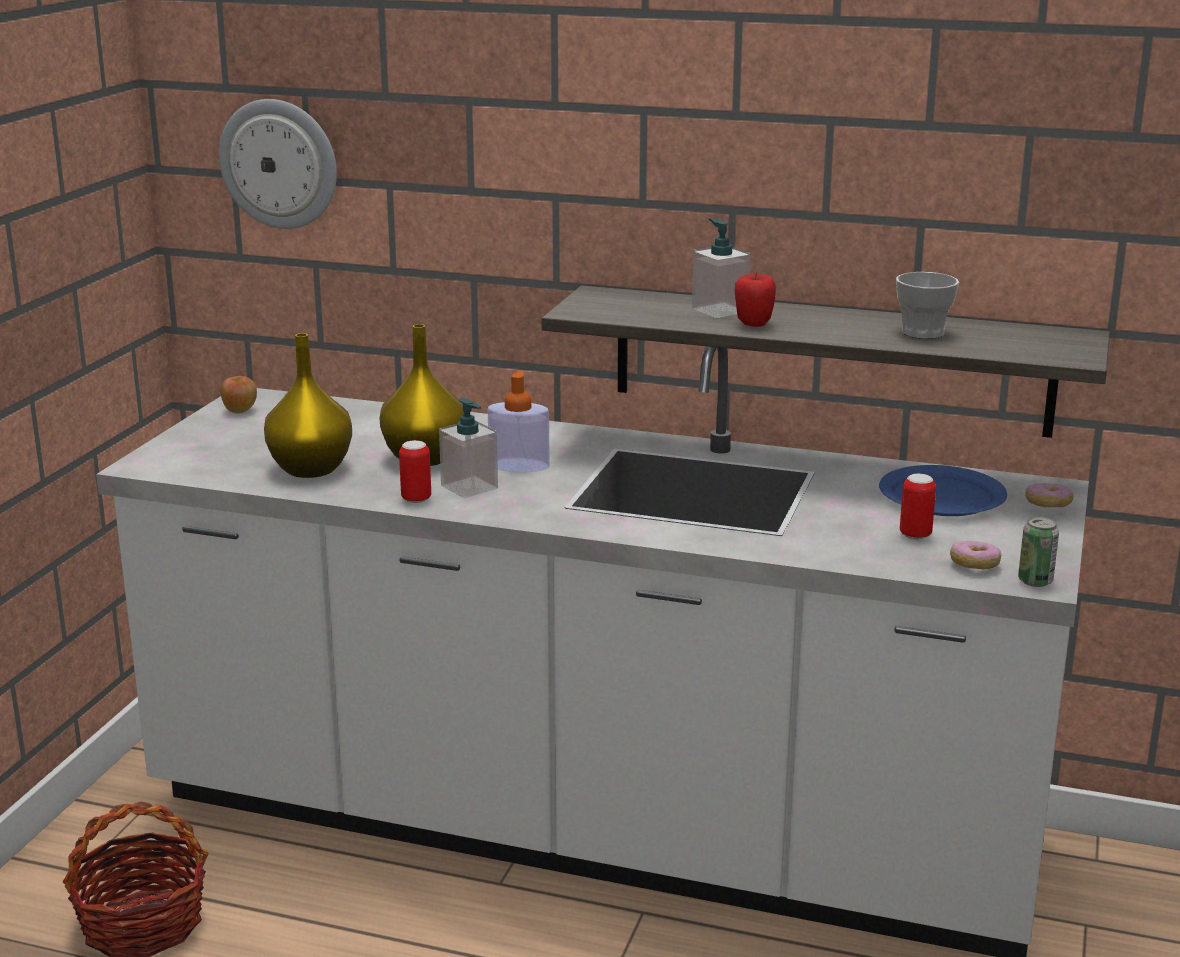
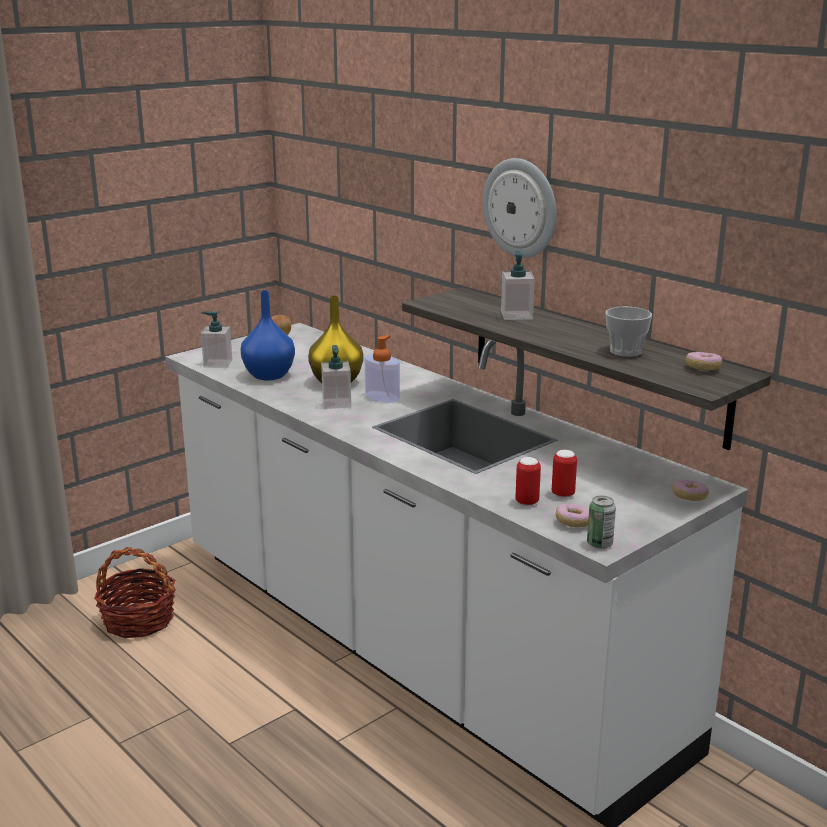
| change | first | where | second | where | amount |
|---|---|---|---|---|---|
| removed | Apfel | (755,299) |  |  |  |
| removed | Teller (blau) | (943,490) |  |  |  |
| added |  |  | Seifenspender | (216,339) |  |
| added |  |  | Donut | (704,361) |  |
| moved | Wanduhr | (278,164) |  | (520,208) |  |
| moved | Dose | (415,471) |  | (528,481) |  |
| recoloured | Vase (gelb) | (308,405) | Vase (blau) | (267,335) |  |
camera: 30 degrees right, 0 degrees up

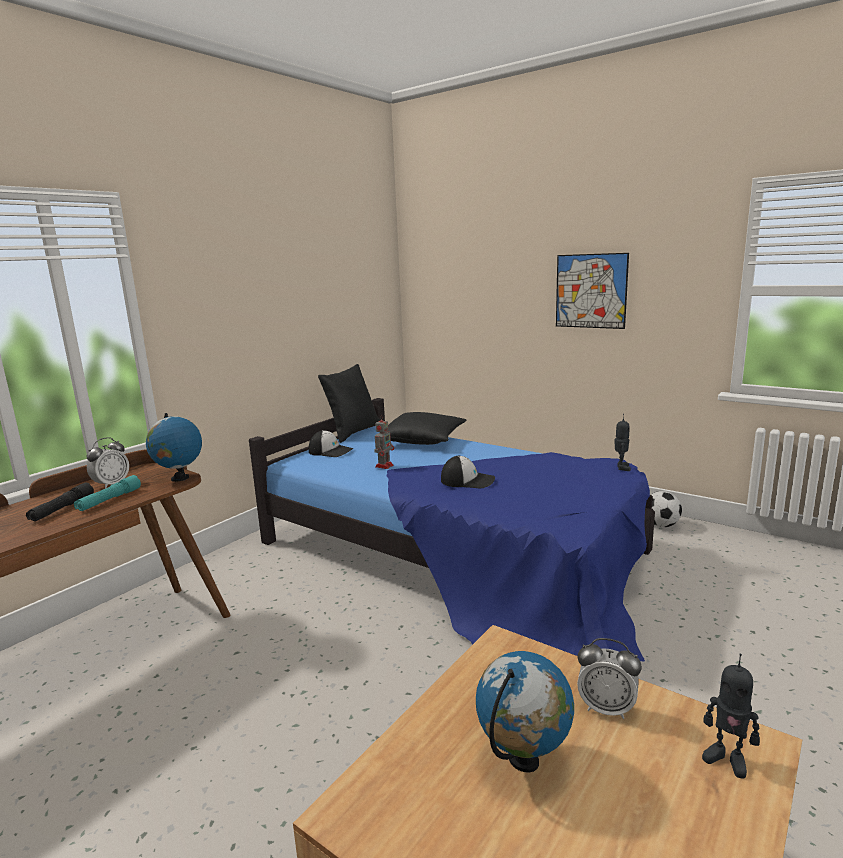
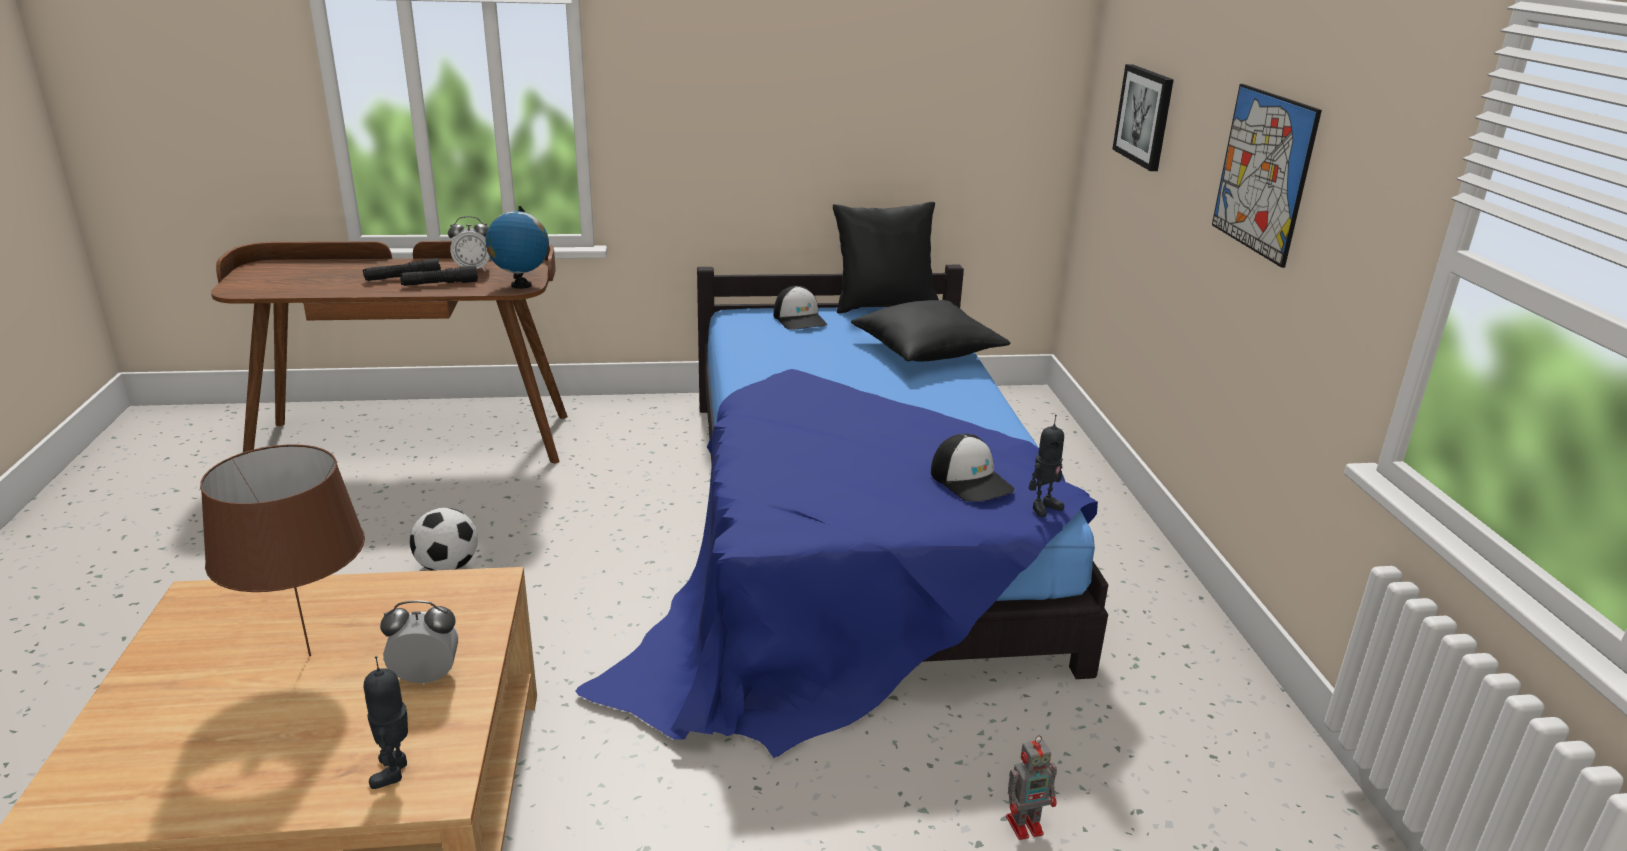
| change | first | where | second | where | amount |
|---|---|---|---|---|---|
| added |  |  | Bild | (1143,117) |  |
| moved | Spielzeugroboter | (384,442) |  | (1031,787) |  |
| moved | Kappe | (468,472) |  | (973,467) |  |
| moved | Fußball | (666,509) |  | (444,539) |  |
| replaced | Globus | (525,712) | Tischlampe (braun) | (282,550) |  |
| recoloured | Taschenlampe (türkis) | (107,493) | Taschenlampe (schwarz) | (439,275) |  |
| turned | Wecker | (609,678) |  | (419,642) | 105 degrees clockwise |
camera: 45 degrees right, 10 degrees up

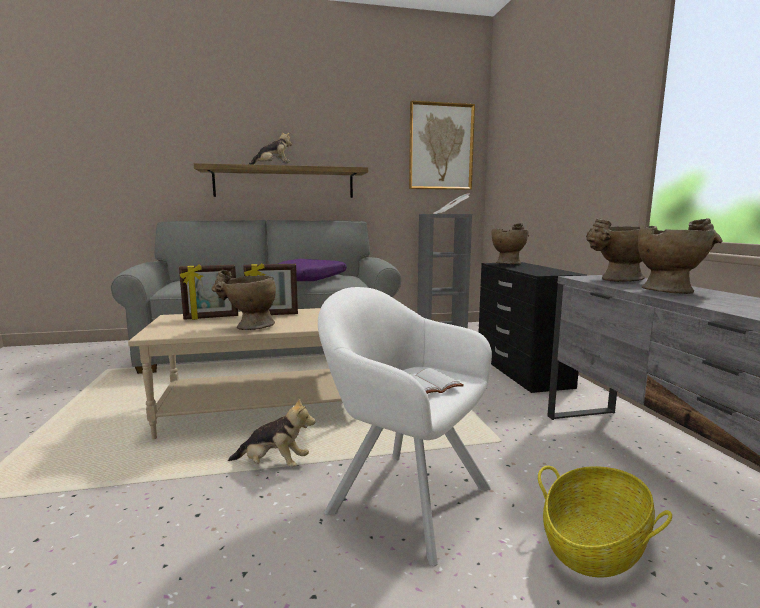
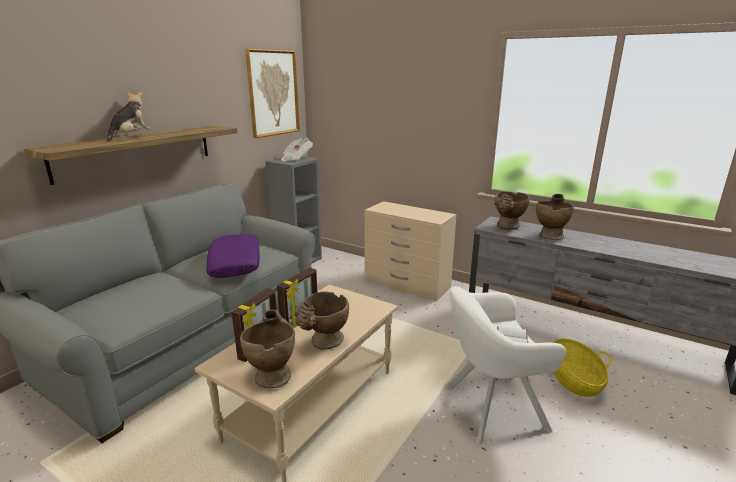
| change | first | where | second | where | amount |
|---|---|---|---|---|---|
| removed | Plüschtier | (271,432) |  |  |  |
| moved | Vase (beige) | (510,243) |  | (267,349) |  |
| recoloured | Kommode (schwarz) | (532,327) | Kommode (beige) | (410,251) |  |
camera: 45 degrees left, 10 degrees up

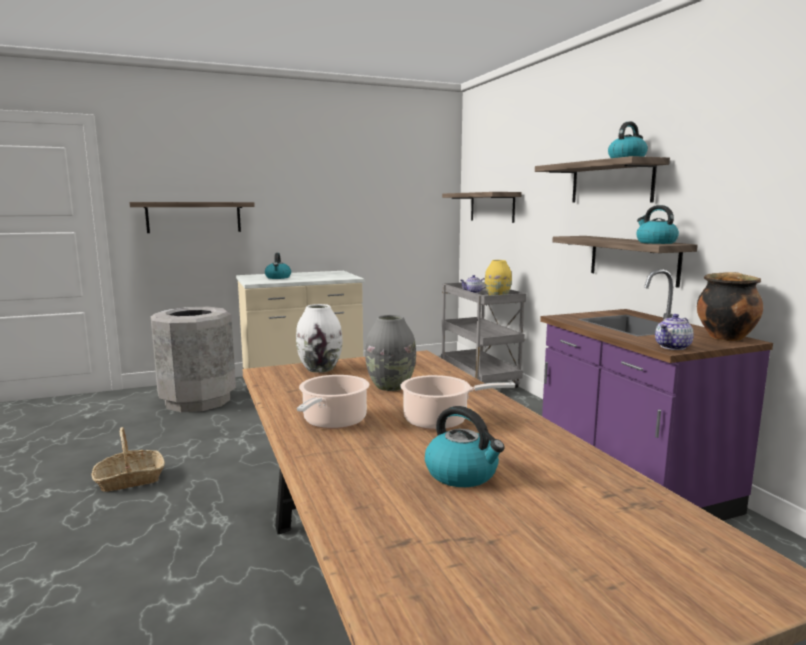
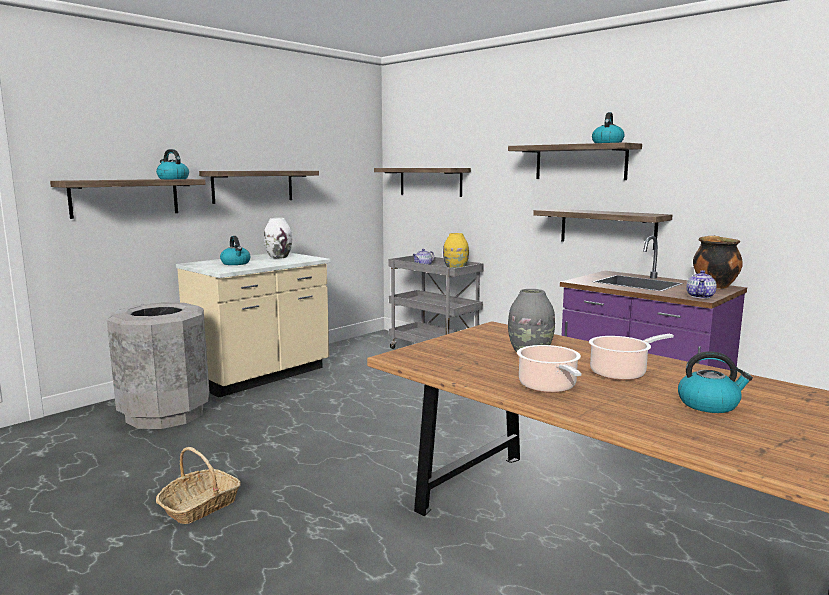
| change | first | where | second | where | amount |
|---|---|---|---|---|---|
| added |  |  | Wandregal | (259,187) |  |
| moved | Vase (weiß) | (319,338) |  | (278,238) |  |
| moved | Wasserkessel | (657,224) |  | (172,164) |  |
camera: 25 degrees left, 0 degrees up

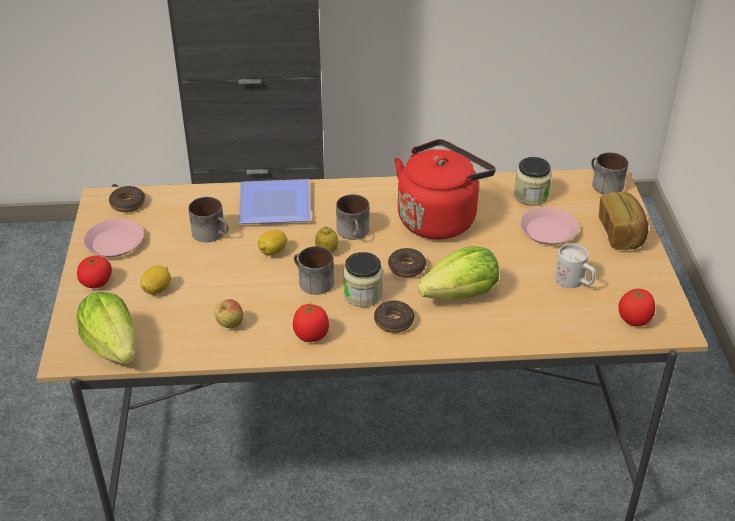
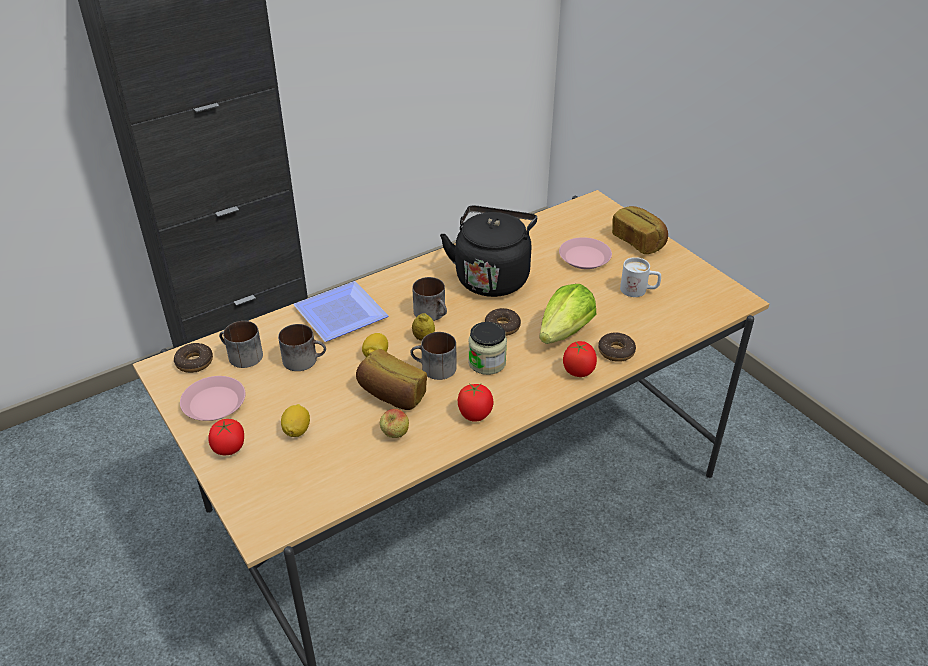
| change | first | where | second | where | amount |
|---|---|---|---|---|---|
| removed | Salatkopf | (105,328) |  |  |  |
| removed | Vorratsglas | (533,181) |  |  |  |
| added |  |  | Brot | (391,379) |  |
| moved | Donut | (394,316) |  | (617,347) |  |
| moved | Henkelbecher | (609,173) |  | (241,344) |  |
| moved | Tomate | (636,307) |  | (580,359) |  |
| recoloured | Wasserkessel (rot) | (445,189) | Wasserkessel (schwarz) | (488,251) |  |
camera: 30 degrees left, 0 degrees up

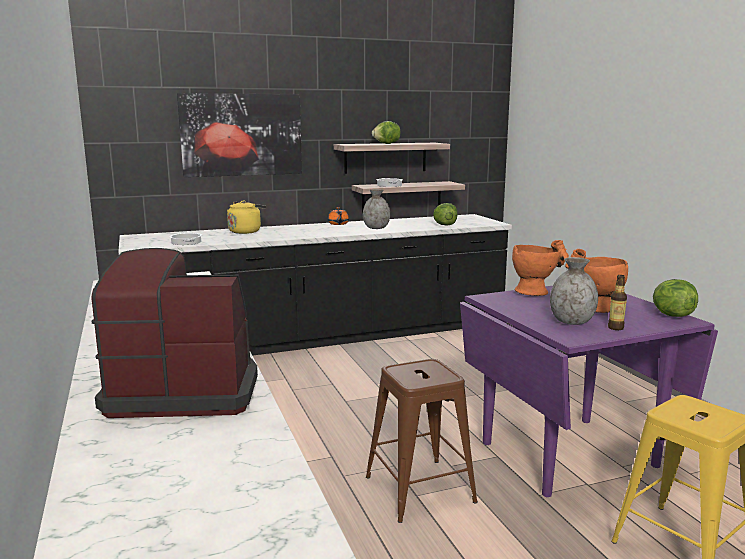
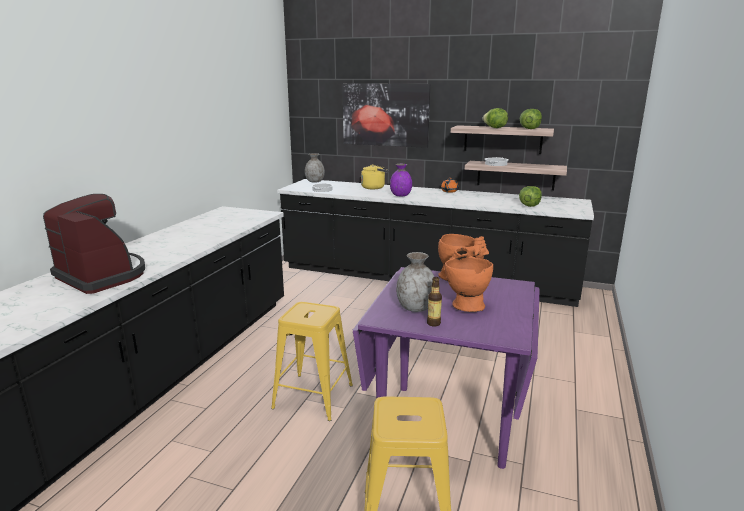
| change | first | where | second | where | amount |
|---|---|---|---|---|---|
| added |  |  | Vase (lila) | (401,180) |  |
| moved | Vase (grau) | (376,209) |  | (315,168) |  |
| moved | Salatkopf | (675,298) |  | (530,119) |  |
| recoloured | Hocker (braun) | (422,441) | Hocker (gelb) | (312,361) |  |
camera: 40 degrees right, 5 degrees up

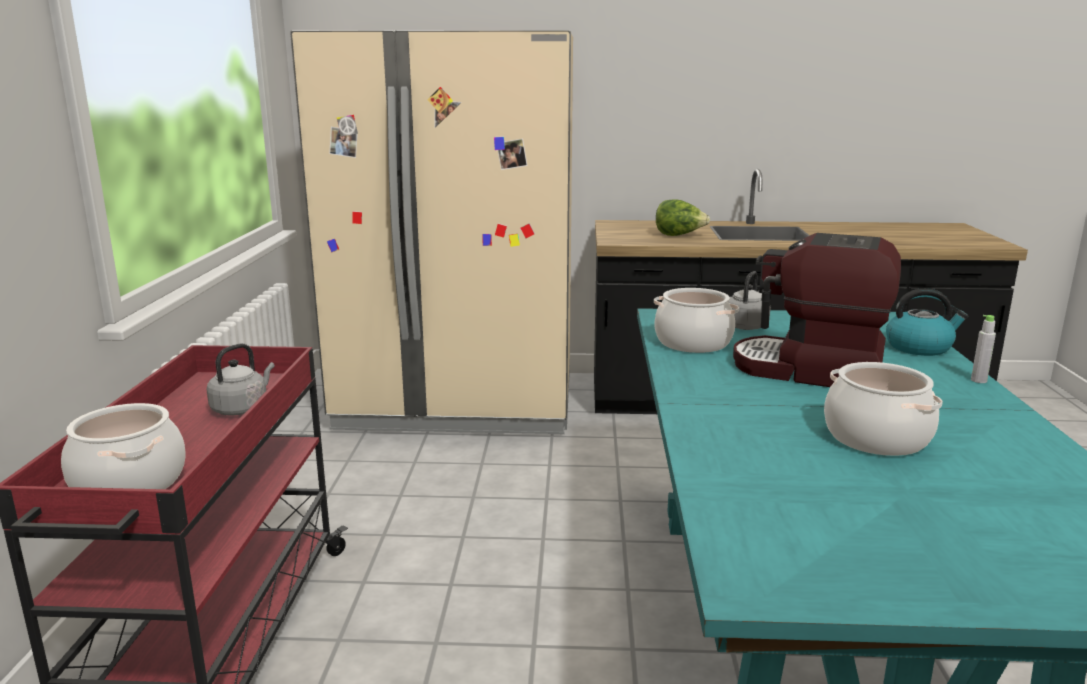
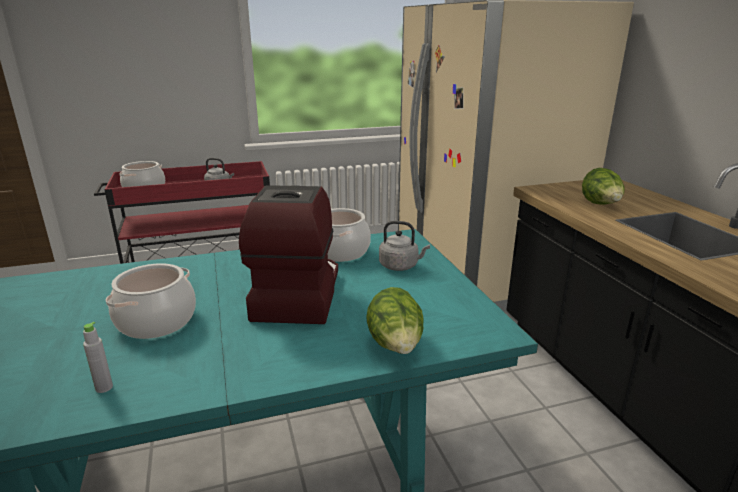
| change | first | where | second | where | amount |
|---|---|---|---|---|---|
| moved | Flasche (grau) | (983,349) |  | (98,357) |  |
| replaced | Wasserkessel | (927,322) | Salatkopf | (395,320) |  |
camera: 70 degrees right, 5 degrees up

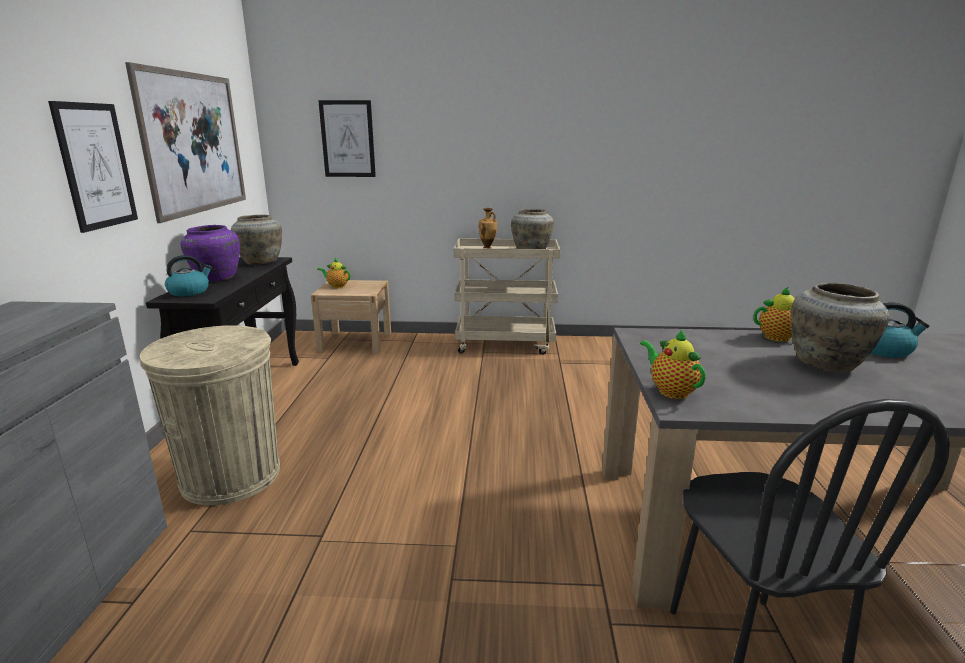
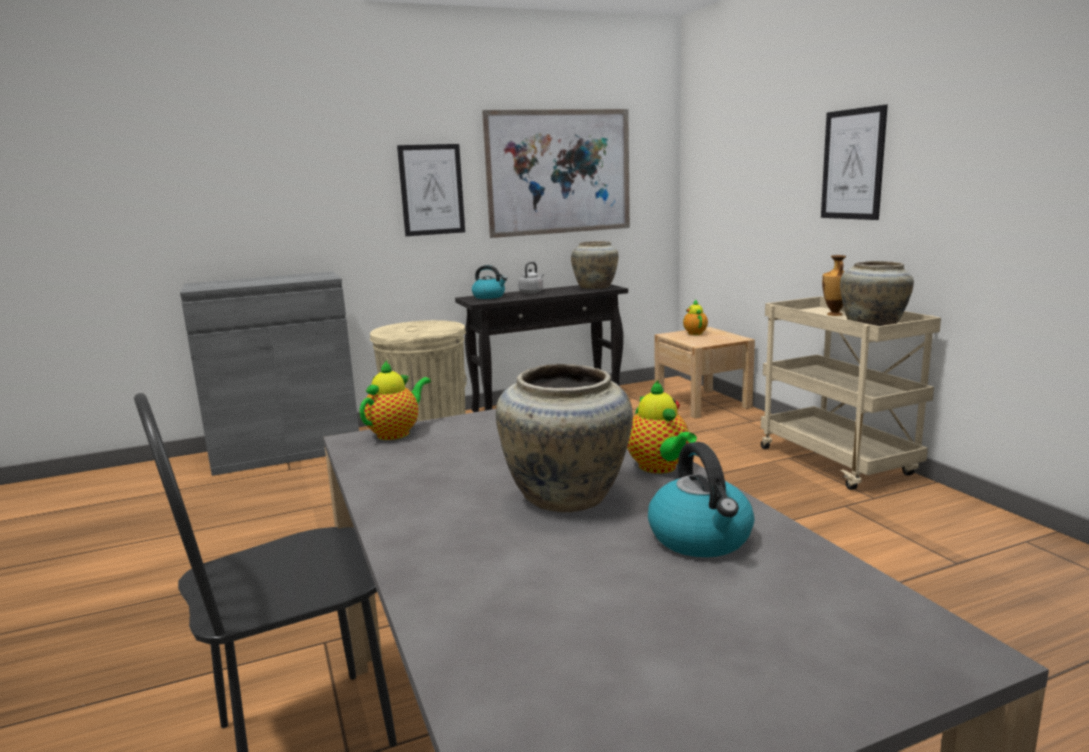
| change | first | where | second | where | amount |
|---|---|---|---|---|---|
| moved | Bild | (347,138) |  | (854,162) |  |
| replaced | Vase (lila) | (210,253) | Wasserkessel (grau) | (531,278) |  |
camera: 65 degrees right, 5 degrees down

